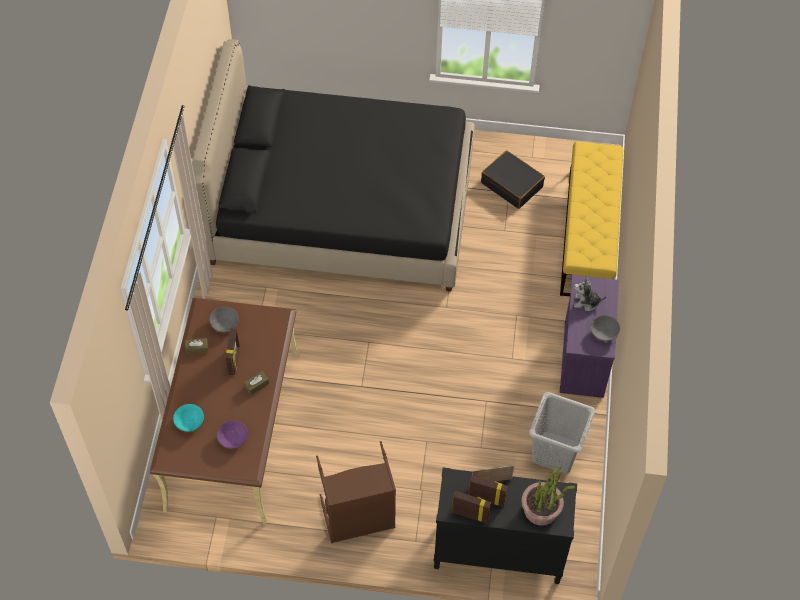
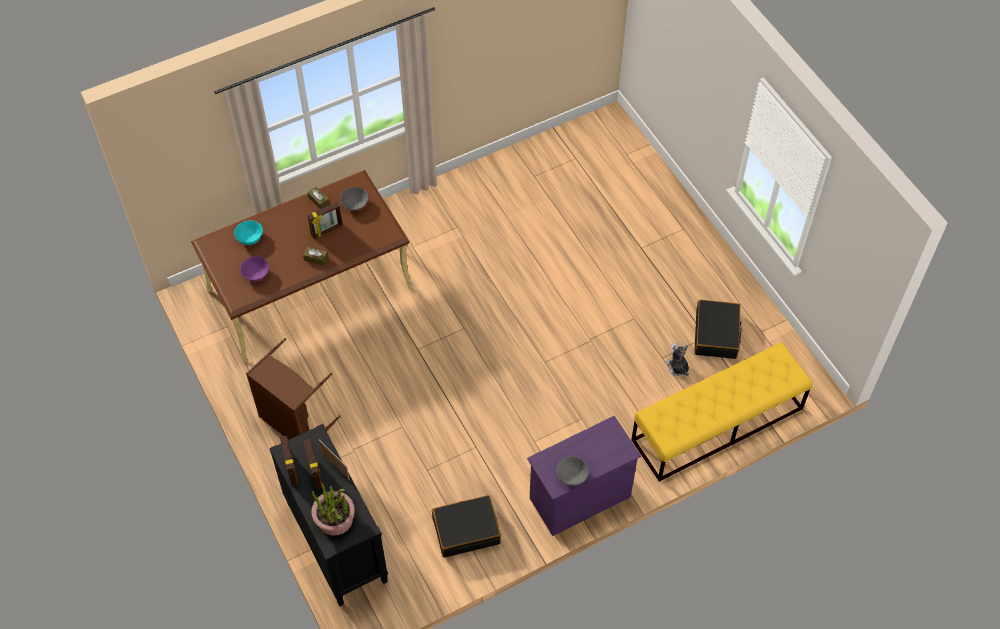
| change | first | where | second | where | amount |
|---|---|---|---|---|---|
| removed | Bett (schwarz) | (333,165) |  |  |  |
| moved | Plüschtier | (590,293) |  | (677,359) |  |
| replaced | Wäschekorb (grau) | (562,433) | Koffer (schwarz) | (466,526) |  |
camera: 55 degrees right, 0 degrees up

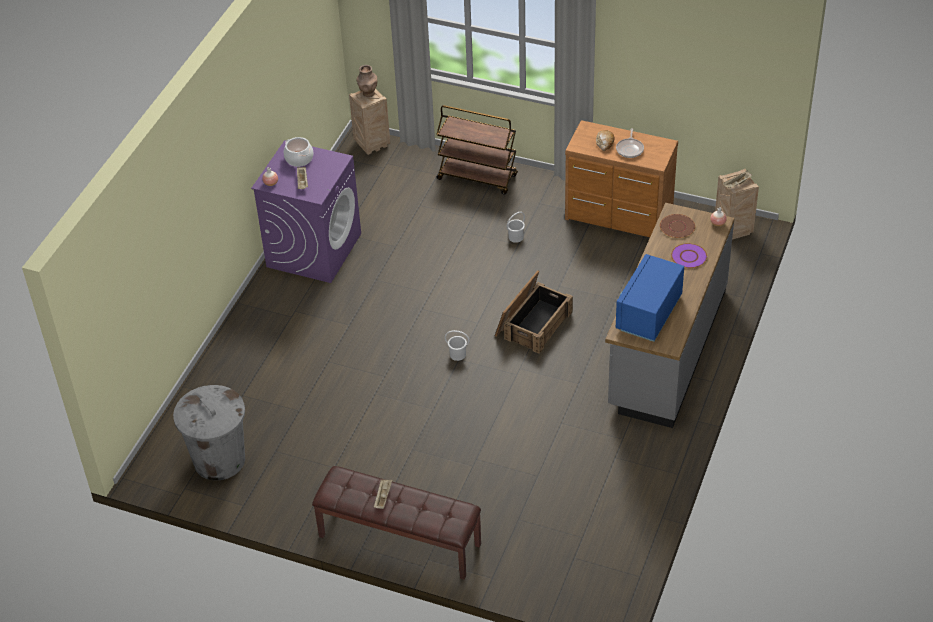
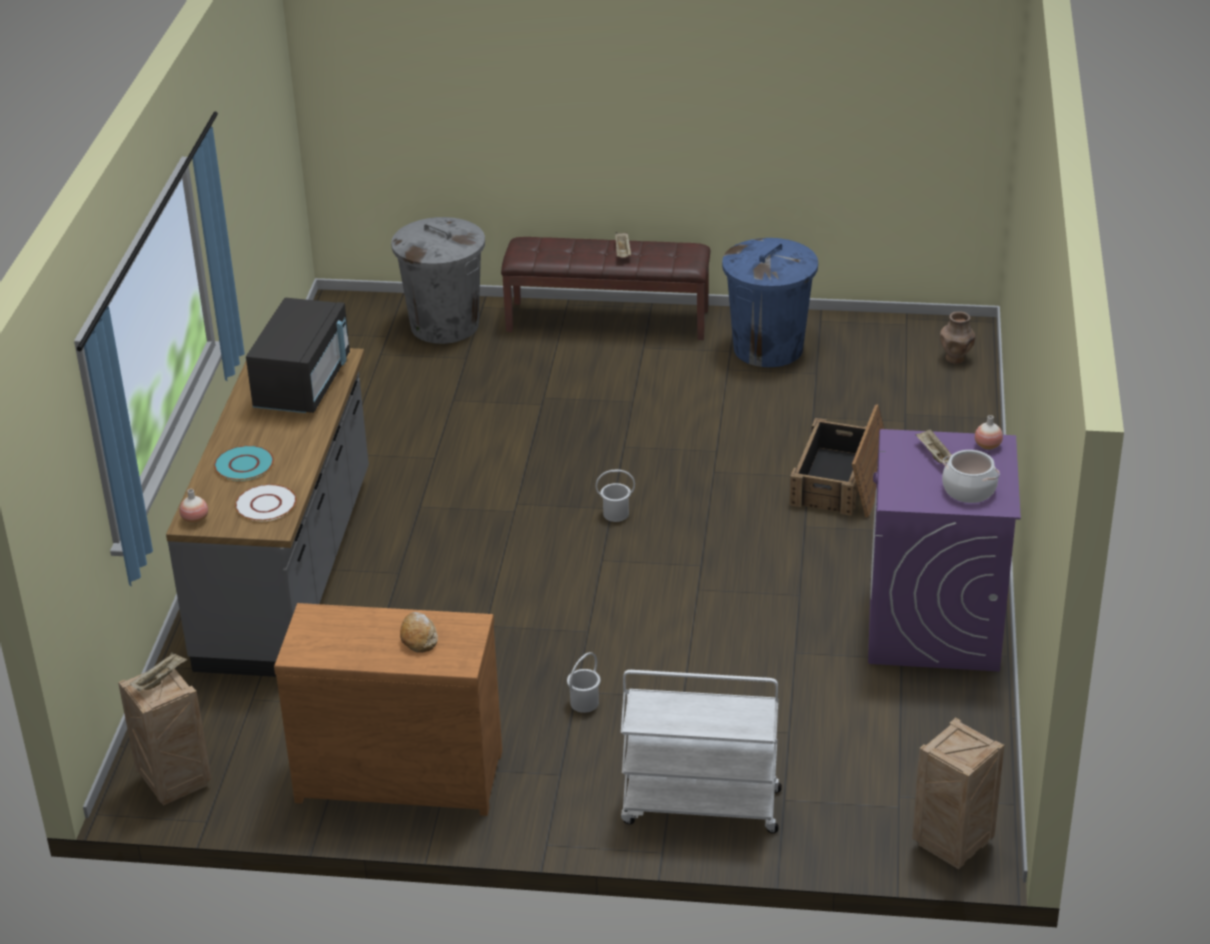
| change | first | where | second | where | amount |
|---|---|---|---|---|---|
| removed | Pfanne | (630,143) |  |  |  |
| added |  |  | Mülleimer (blau) | (770,302) |  |
| moved | Mülleimer (grau) | (209,432) |  | (438,280) |  |
| moved | Vase (braun) | (366,81) |  | (957,337) |  |
| moved | Kiste | (534,312) |  | (836,461) |  |
| recoloured | Rollwagen (braun) | (477,150) | Rollwagen (weiß) | (701,751) |  |
| recoloured | Mikrowelle (blau) | (650,298) | Mikrowelle (schwarz) | (298,355) |  |
| recoloured | Teller (braun) | (677,226) | Teller (weiß) | (266,502) |  |
| recoloured | Teller (lila) | (689,255) | Teller (türkis) | (244,463) |  |
camera: 165 degrees right, 10 degrees down

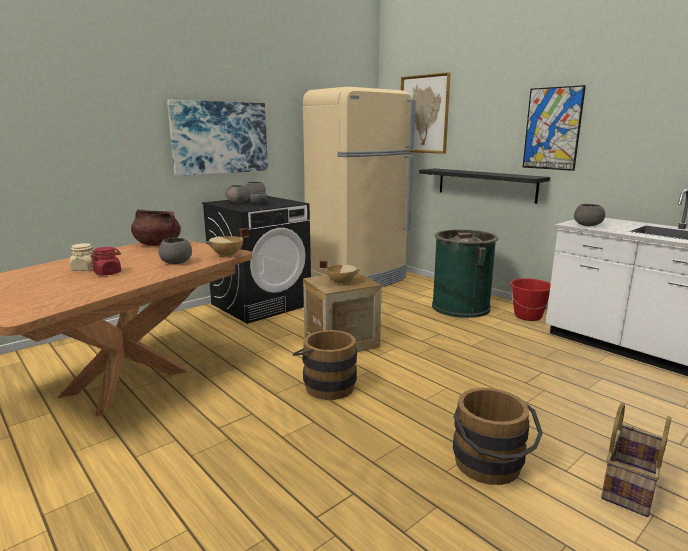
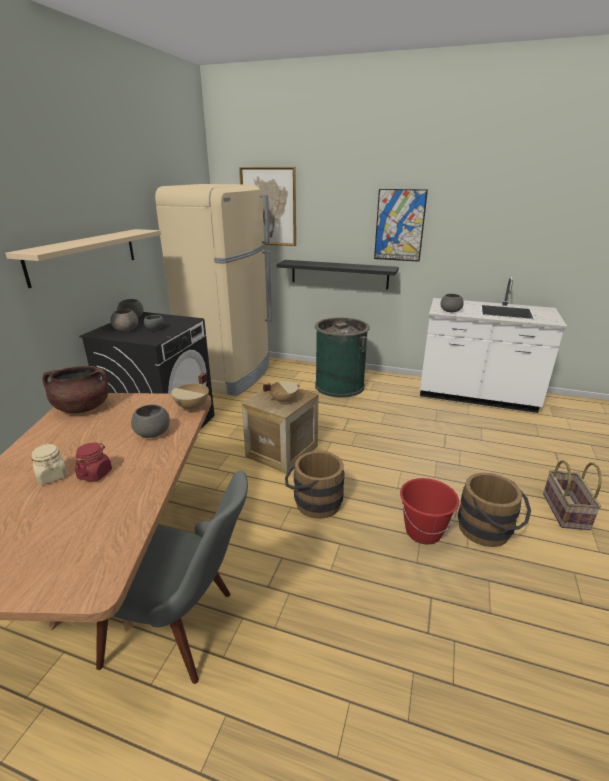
| change | first | where | second | where | amount |
|---|---|---|---|---|---|
| added |  |  | Stuhl (grau) | (172,577) |  |
| moved | Eimer (rot) | (530,299) |  | (429,511) |  |
| replaced | Bild | (217,138) | Wandregal (beige) | (83,258) |  |
camera: 30 degrees left, 10 degrees up

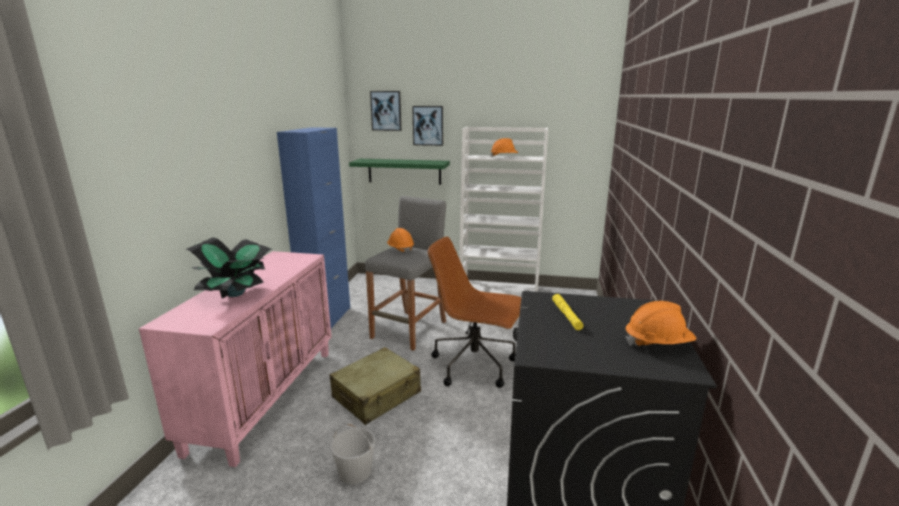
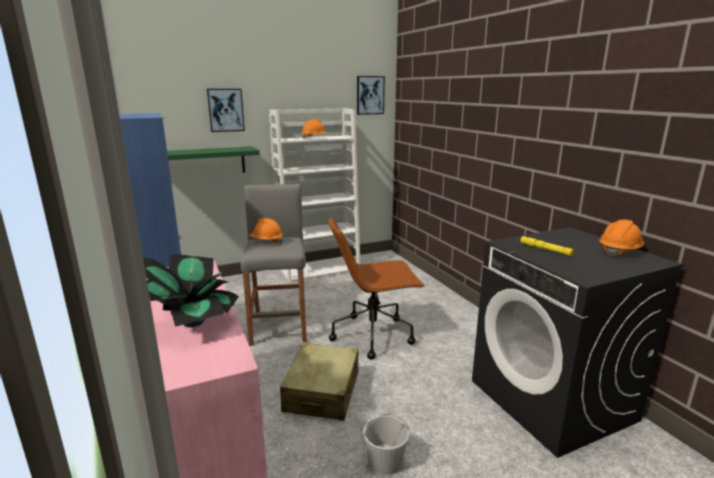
| change | first | where | second | where | amount |
|---|---|---|---|---|---|
| moved | Bild | (385,111) |  | (371,95) |  |
camera: 35 degrees left, 0 degrees up

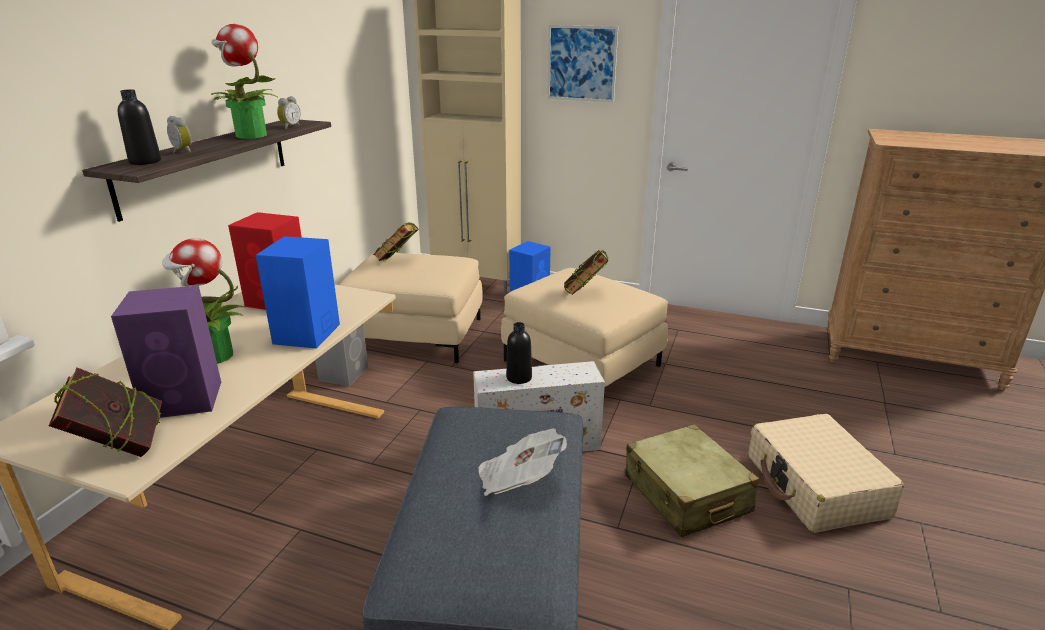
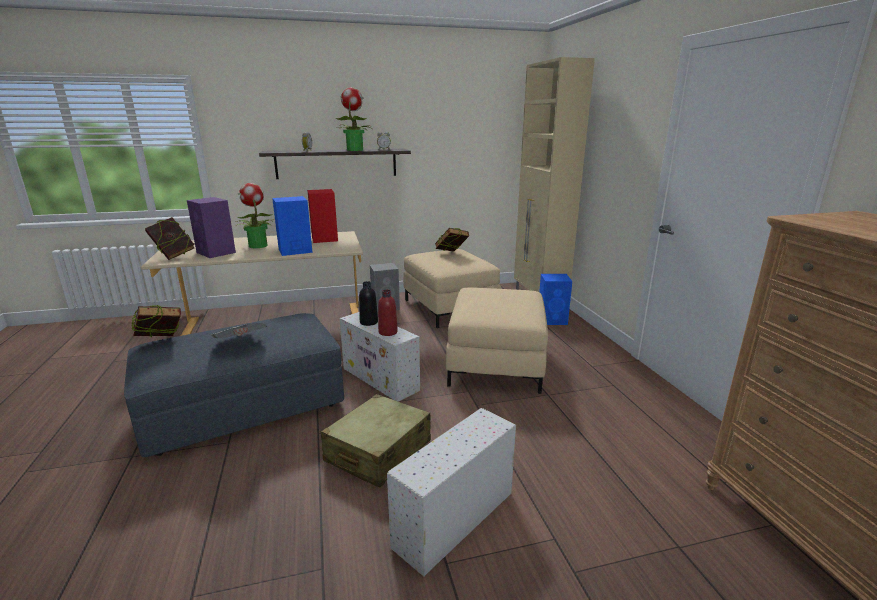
| change | first | where | second | where | amount |
|---|---|---|---|---|---|
| removed | Flasche (schwarz) | (139,127) |  |  |  |
| removed | Bild | (582,63) |  |  |  |
| added |  |  | Flasche (rot) | (388,313) |  |
| moved | Buch | (586,272) |  | (156,321) |  |
| replaced | Koffer (beige) | (827,473) | Aufbewahrungsbox (weiß) | (451,492) |  |
camera: 55 degrees right, 5 degrees down

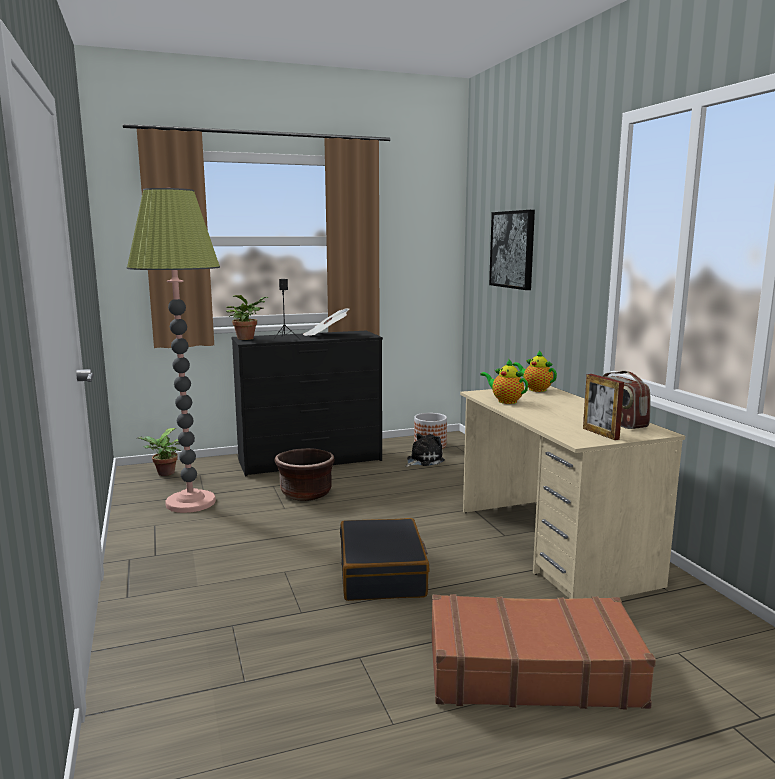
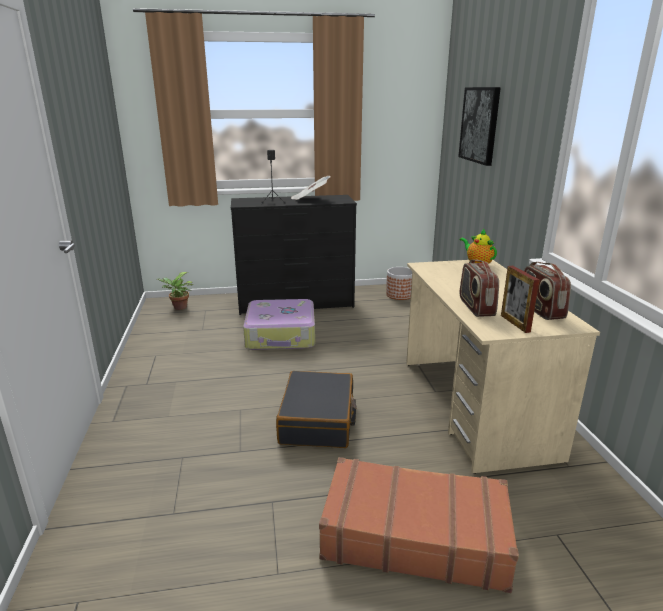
| change | first | where | second | where | amount |
|---|---|---|---|---|---|
| removed | Stehlampe | (173,350) |  |  |  |
| removed | Topfpflanze | (247,317) |  |  |  |
| removed | Plüschtier | (425,450) |  |  |  |
| removed | Teekanne | (504,381) |  |  |  |
| added |  |  | Radio | (479,288) |  |
| replaced | Pflanzkübel (braun) | (304,474) | Koffer | (279,324) |  |
camera: 10 degrees right, 10 degrees up

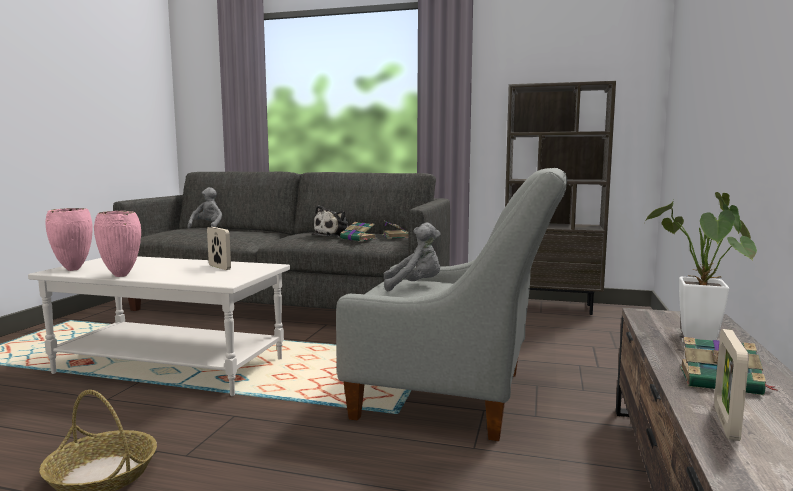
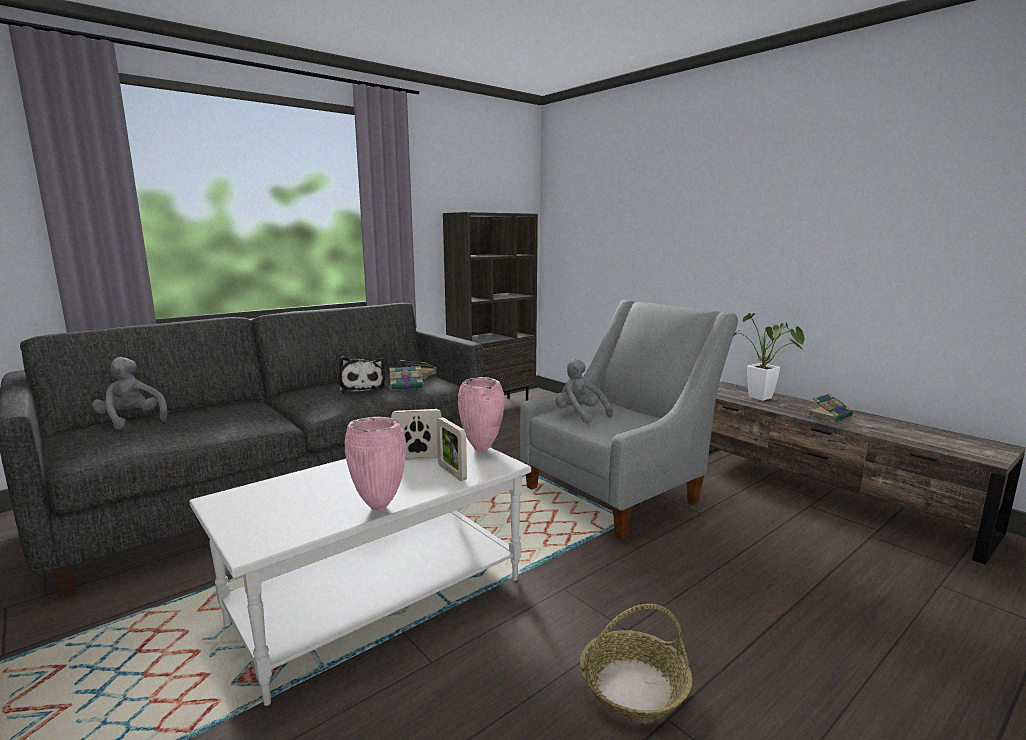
| change | first | where | second | where | amount |
|---|---|---|---|---|---|
| moved | Vase (rosa) | (69,239) |  | (481,414) |  |
| moved | Bilderrahmen | (731,385) |  | (451,449) |  |
| turned | Plüschtier (grau) | (412,257) |  | (584,390) | 75 degrees counterclockwise |
camera: 55 degrees left, 5 degrees up

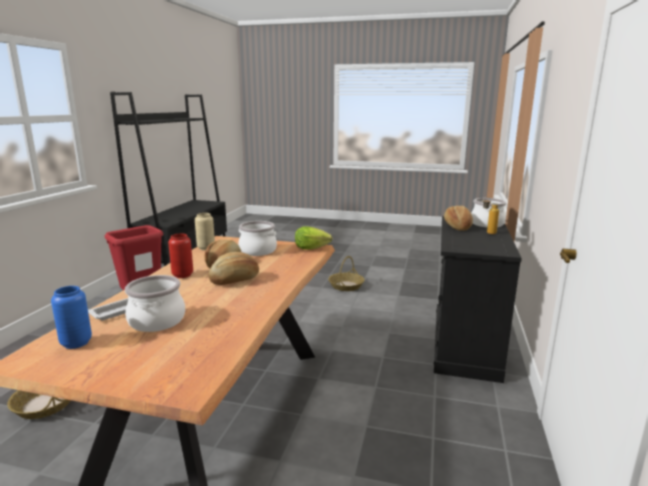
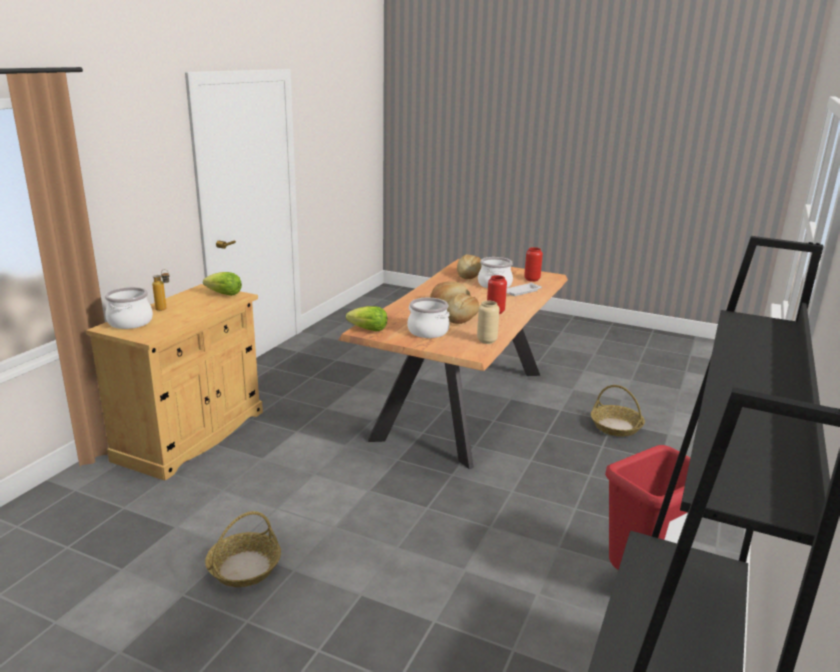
| change | first | where | second | where | amount |
|---|---|---|---|---|---|
| added |  |  | Salatkopf | (222,284) |  |
| moved | Brot | (458,218) |  | (469,266) |  |
| recoloured | Vase (blau) | (71,317) | Vase (rot) | (533,264) |  |
| recoloured | Schrank (schwarz) | (478,299) | Schrank (beige) | (174,382) |  |
camera: 170 degrees left, 5 degrees up

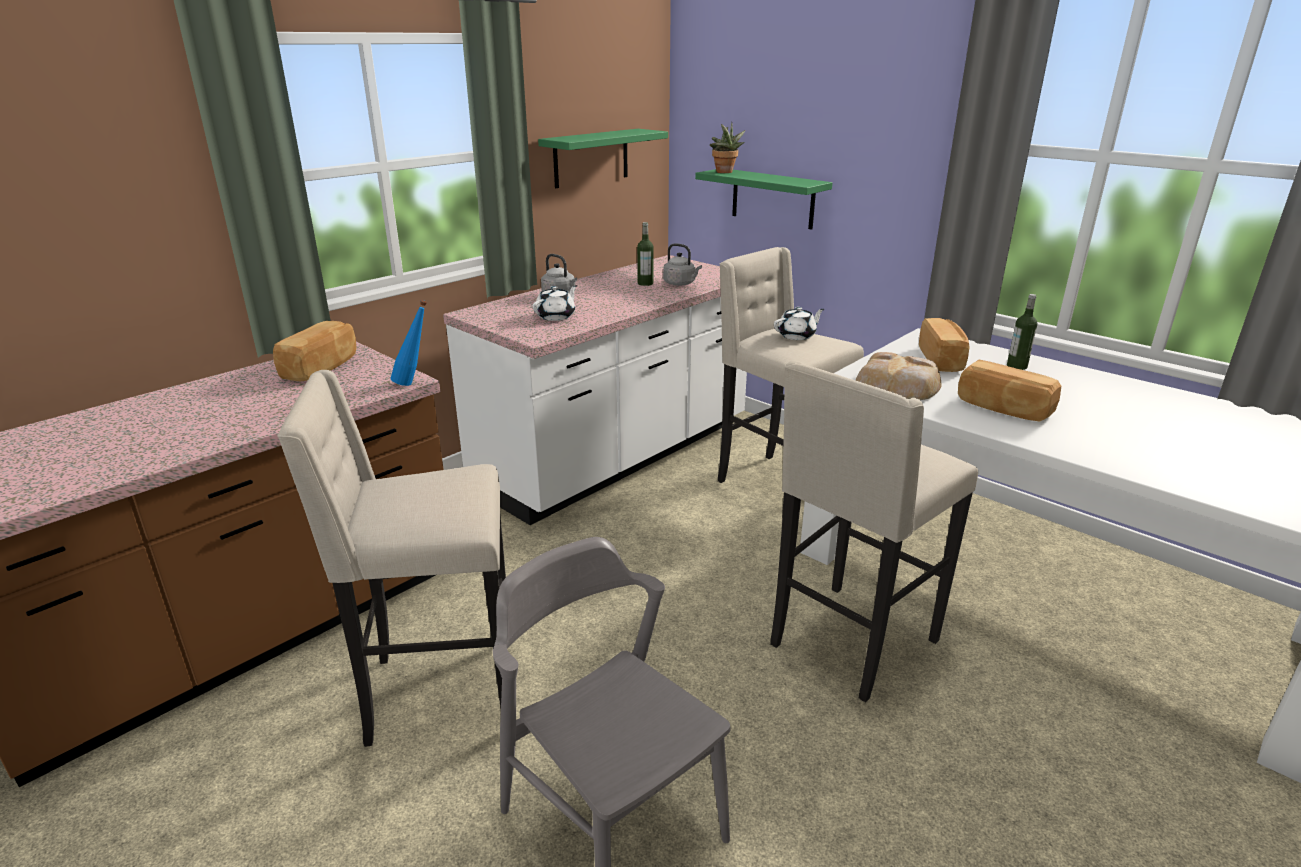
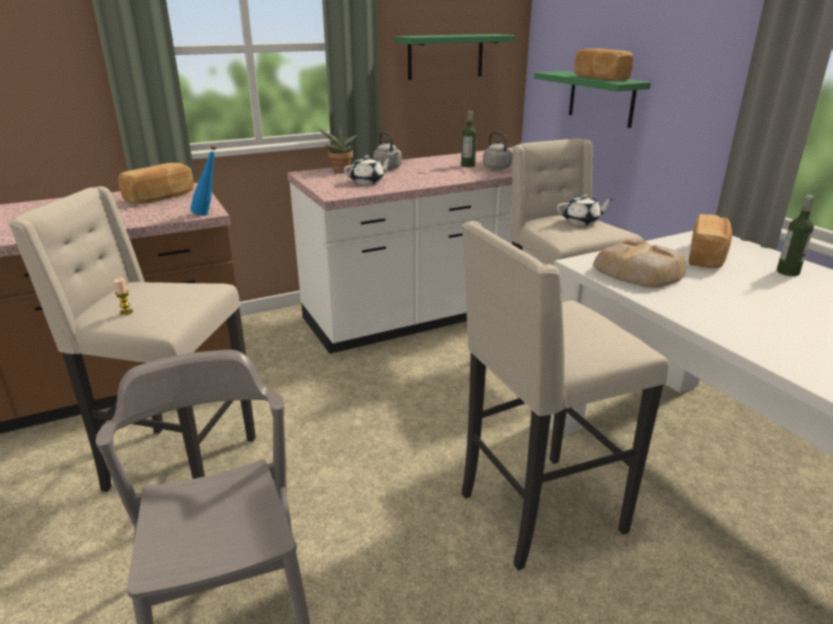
| change | first | where | second | where | amount |
|---|---|---|---|---|---|
| added |  |  | Kerze | (123,296) |  |
| moved | Topfpflanze | (727,147) |  | (339,149) |  |
| moved | Brot | (1009,391) |  | (603,64) |  |
camera: 20 degrees right, 0 degrees up

